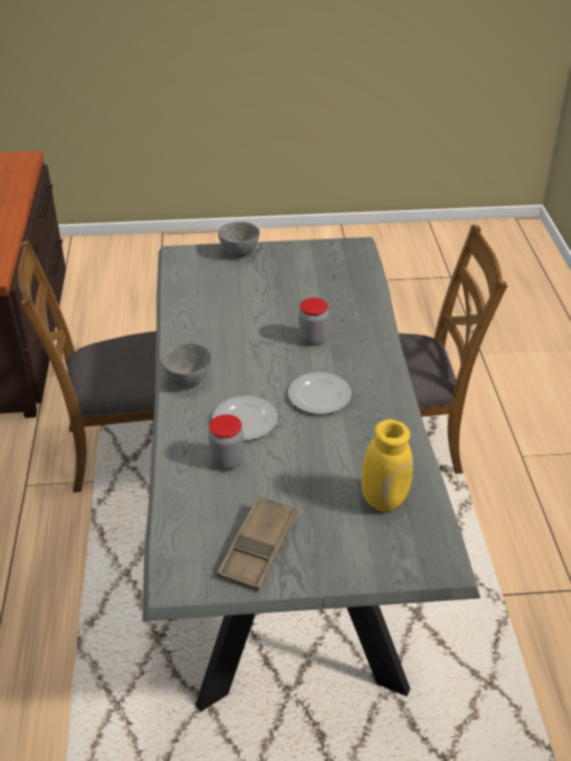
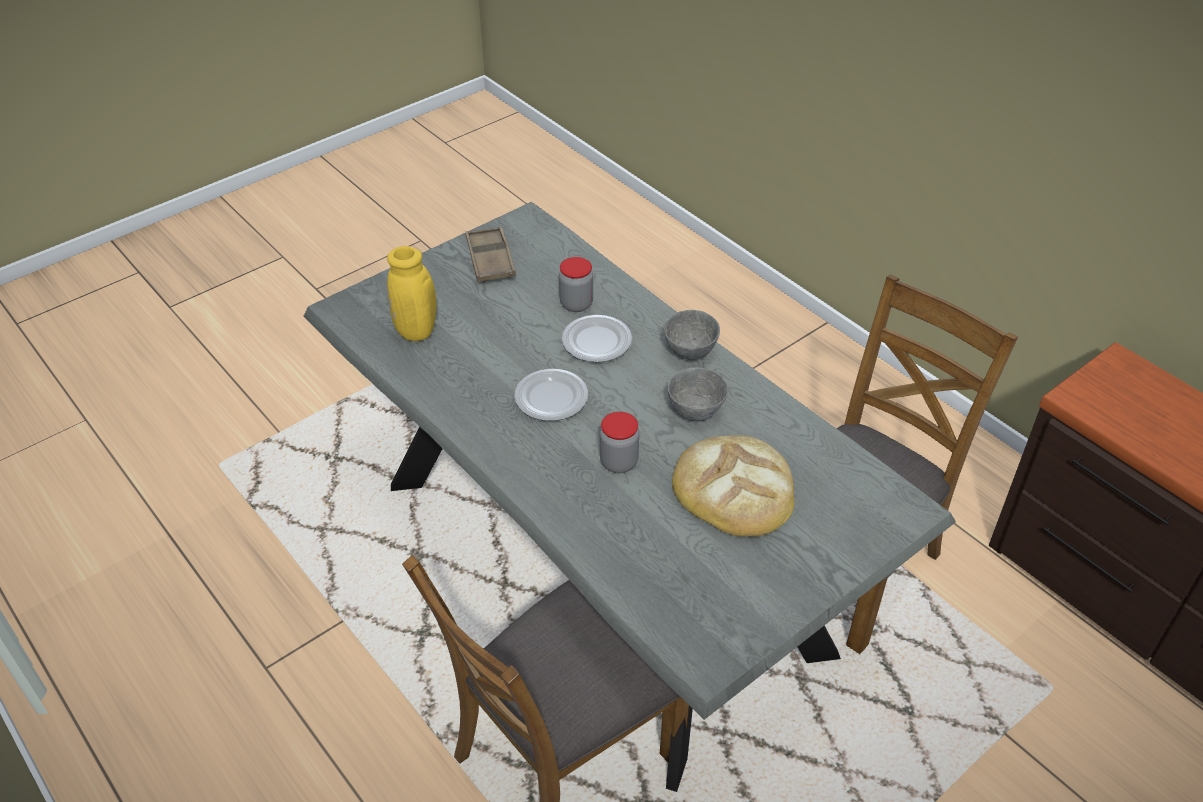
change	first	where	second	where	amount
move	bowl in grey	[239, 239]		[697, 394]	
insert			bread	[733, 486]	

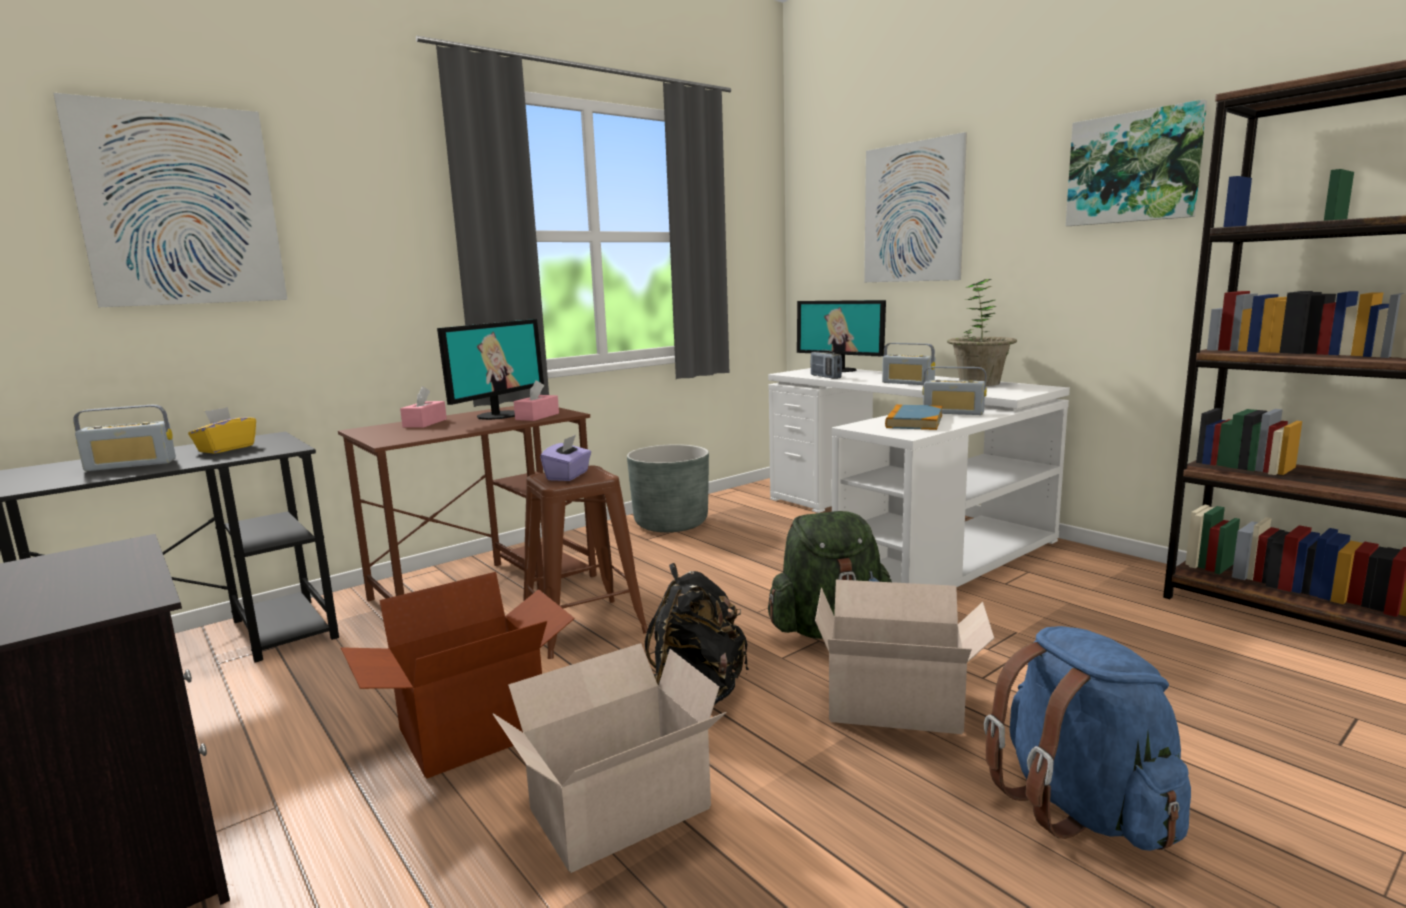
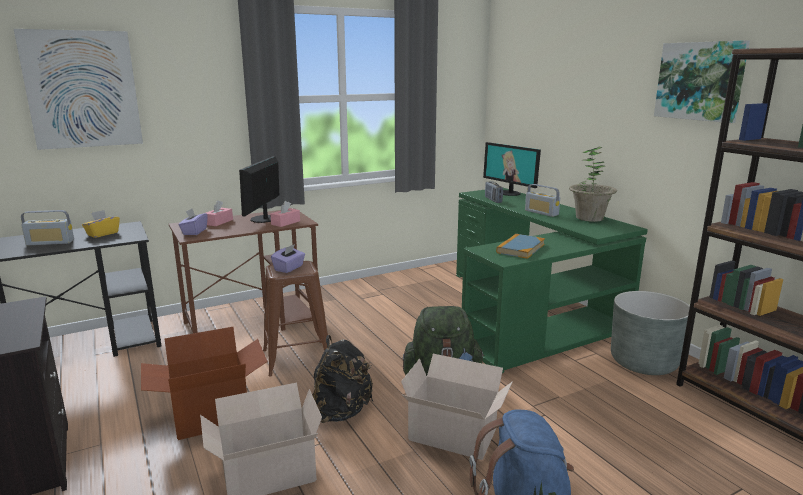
change	first	where	second	where	amount
delete	picture	[915, 207]			
rotate	monitor	[490, 369]		[259, 189]	150 degrees clockwise
delete	radio	[954, 390]			
recolor	desk in white	[919, 477]	desk in green	[552, 280]	
move	planter in grey	[668, 488]		[650, 333]	
insert			tissue box in purple	[193, 222]	

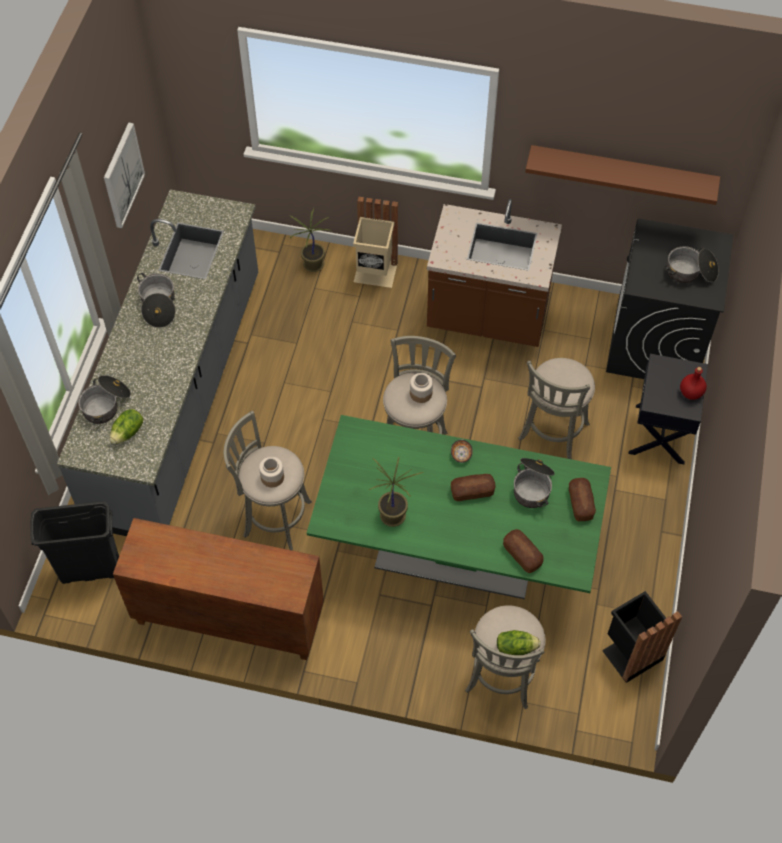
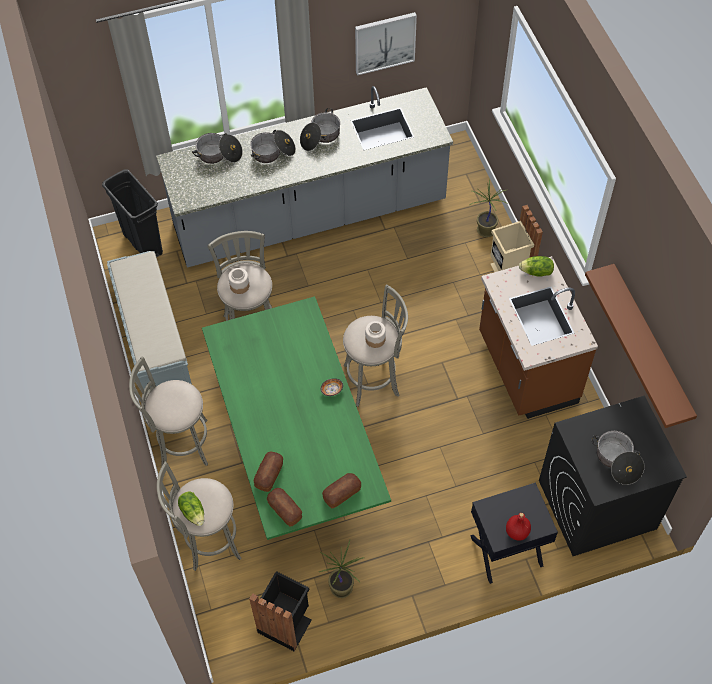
change	first	where	second	where	amount
move	stool in grey	[556, 408]		[168, 411]	
move	lettuce	[126, 426]		[536, 266]	
move	potted plant	[396, 492]		[341, 569]	
move	cooking pot	[534, 483]		[273, 146]	
move	bread	[473, 487]		[284, 507]	
replace	cabinet in brown	[218, 589]	bench in grey	[149, 320]	

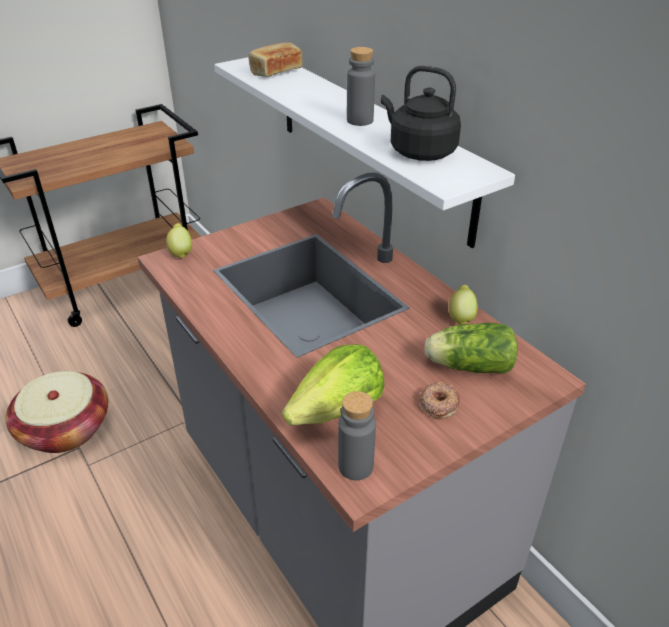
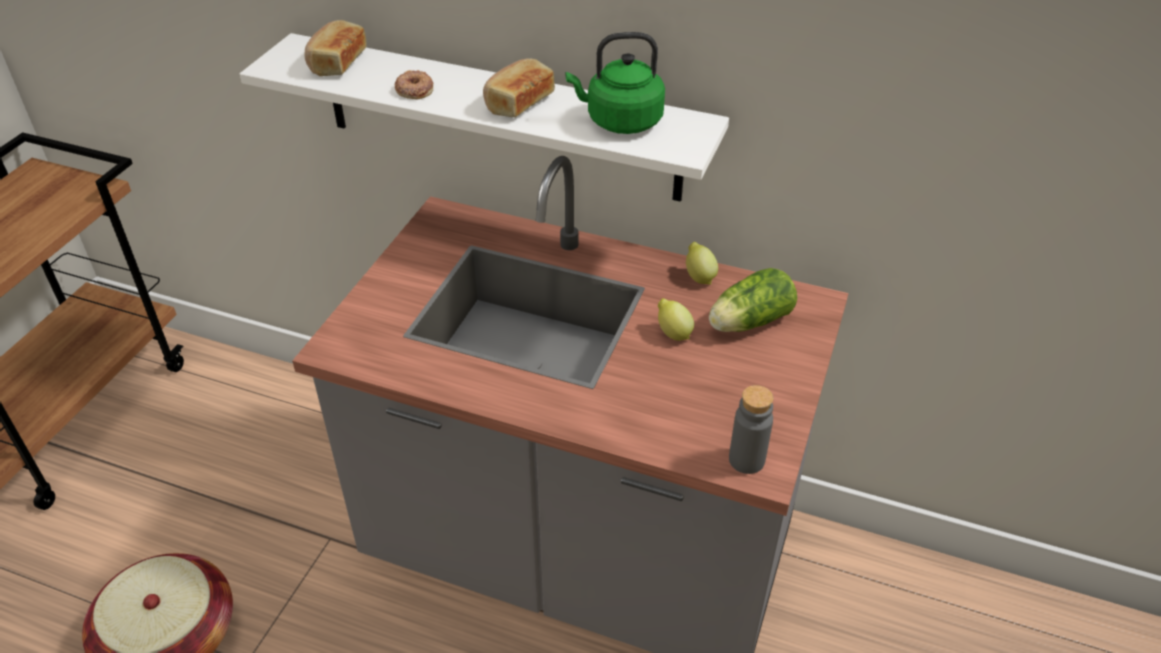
change	first	where	second	where	amount
replace	bottle in grey	[361, 86]	bread	[519, 88]	
recolor	kettle in black	[421, 113]	kettle in green	[615, 83]	
move	lemon	[179, 240]		[676, 319]	
delete	lettuce	[333, 384]			
move	donut	[440, 400]		[414, 84]	

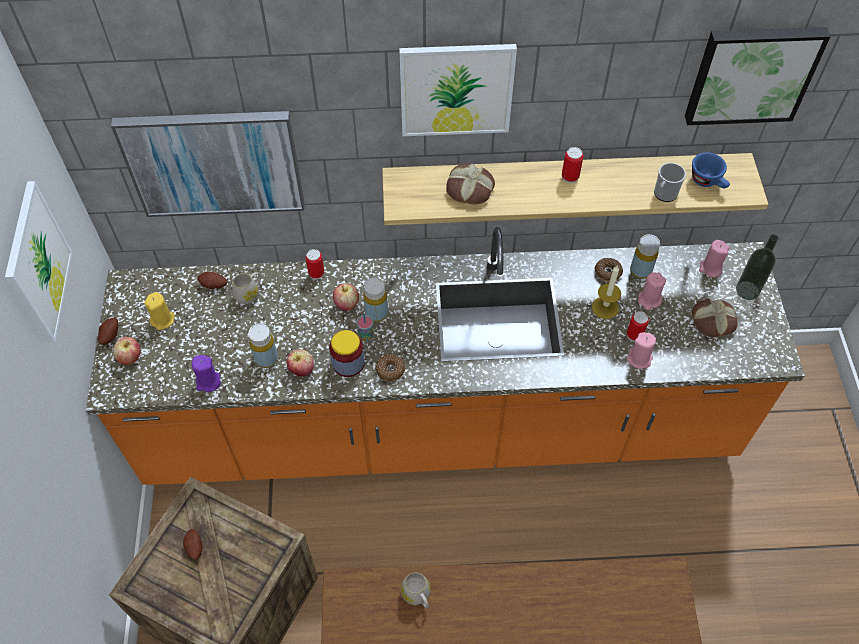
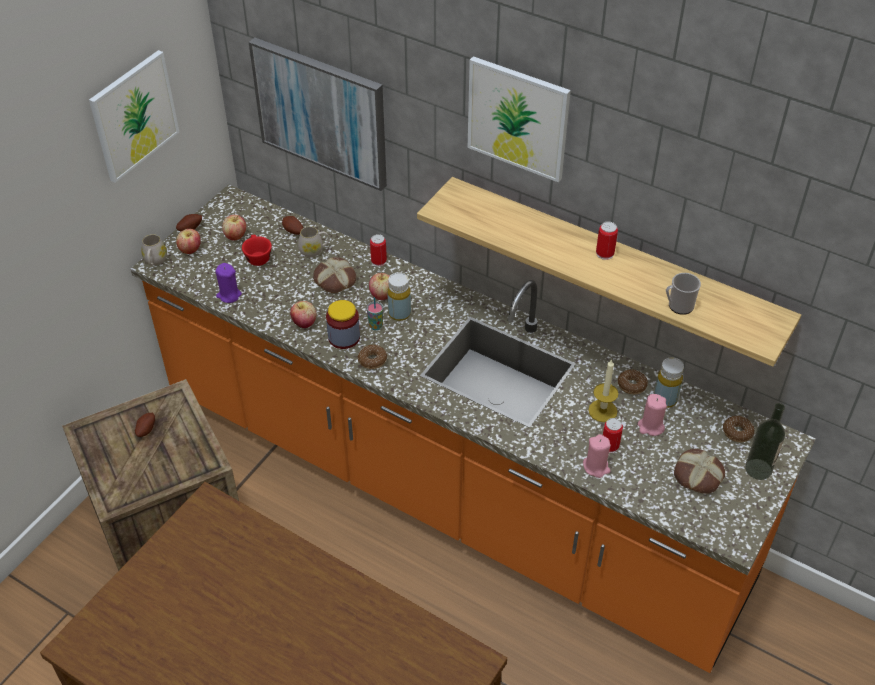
change	first	where	second	where	amount
delete	picture	[757, 76]			
delete	cup in blue	[711, 170]			
move	bread	[470, 183]		[334, 275]	
replace	candle in pink	[714, 258]	donut	[739, 429]	
replace	candle in yellow	[159, 311]	apple	[234, 228]	
delete	bottle in yellow	[263, 346]			
move	mug in white	[416, 590]		[154, 250]	
insert			cup in red	[257, 250]	

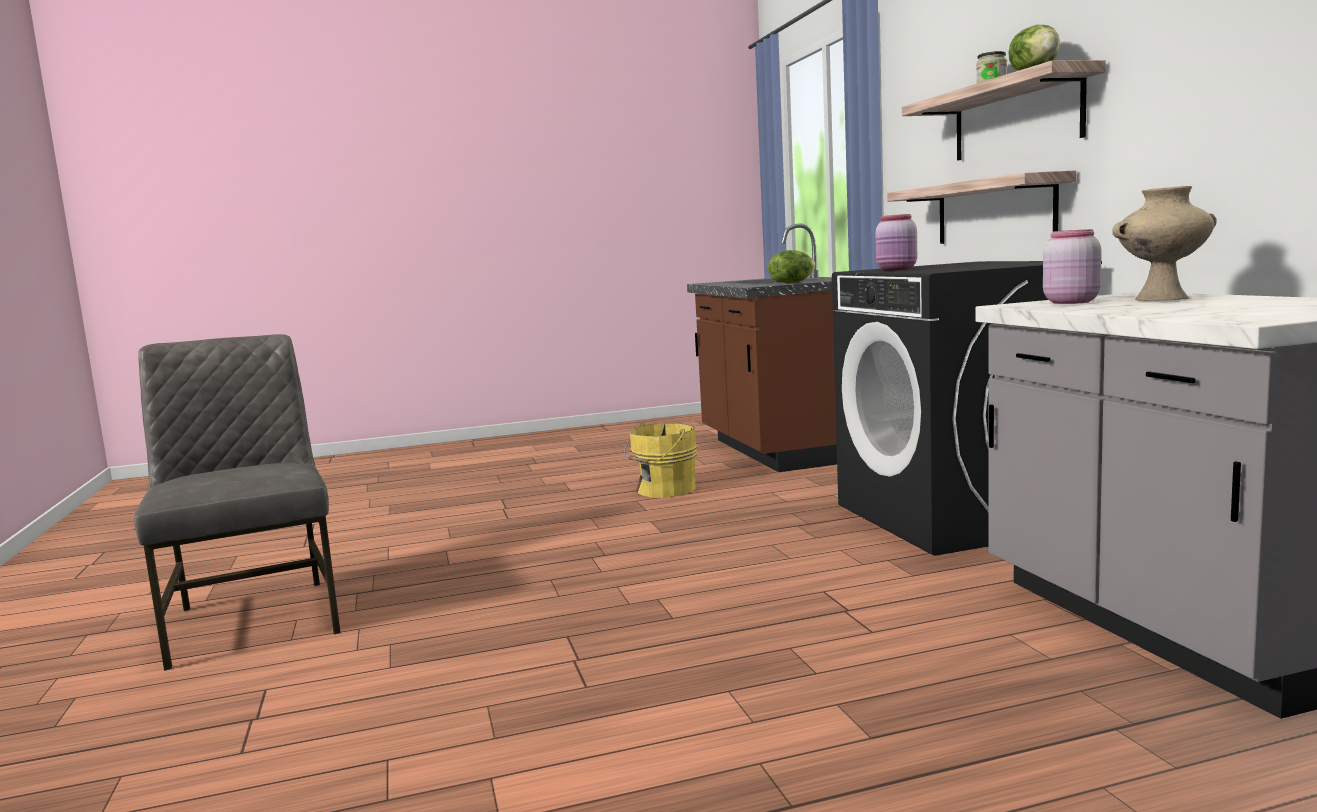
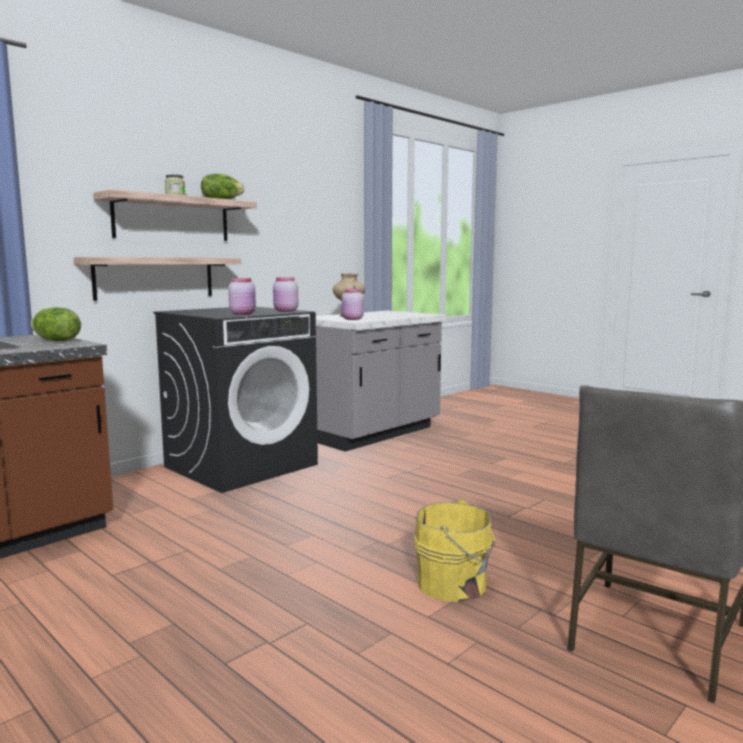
change	first	where	second	where	amount
move	bucket in yellow	[660, 460]		[454, 550]	
insert			jar in pink	[285, 294]	

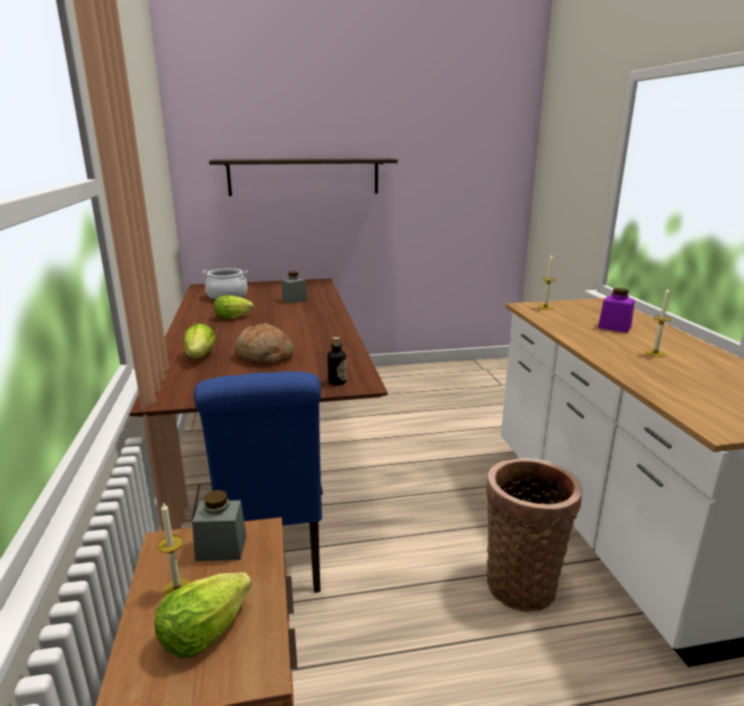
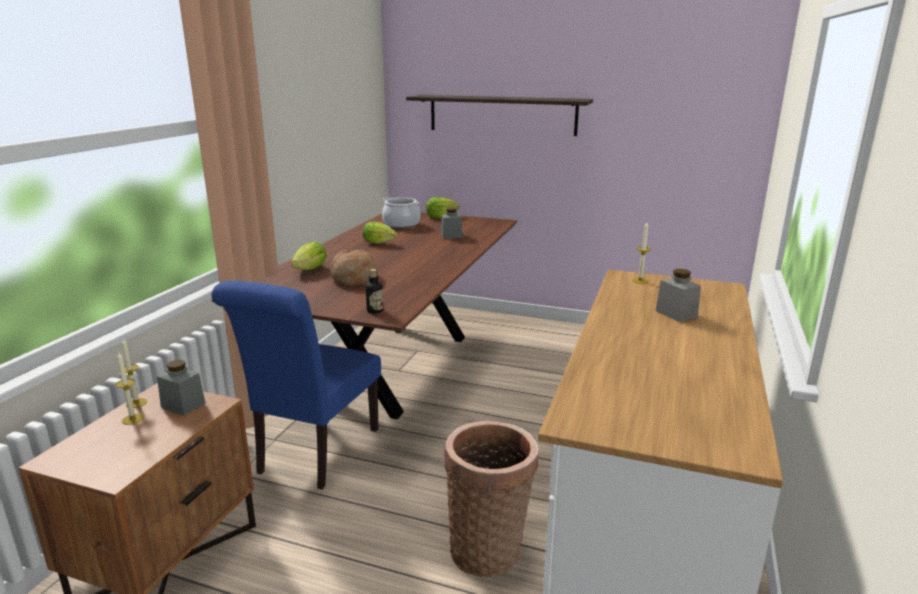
change	first	where	second	where	amount
recolor	jar in purple	[616, 310]	jar in grey	[678, 295]	
move	candle	[658, 322]		[134, 373]	
move	lettuce	[203, 615]		[442, 207]	

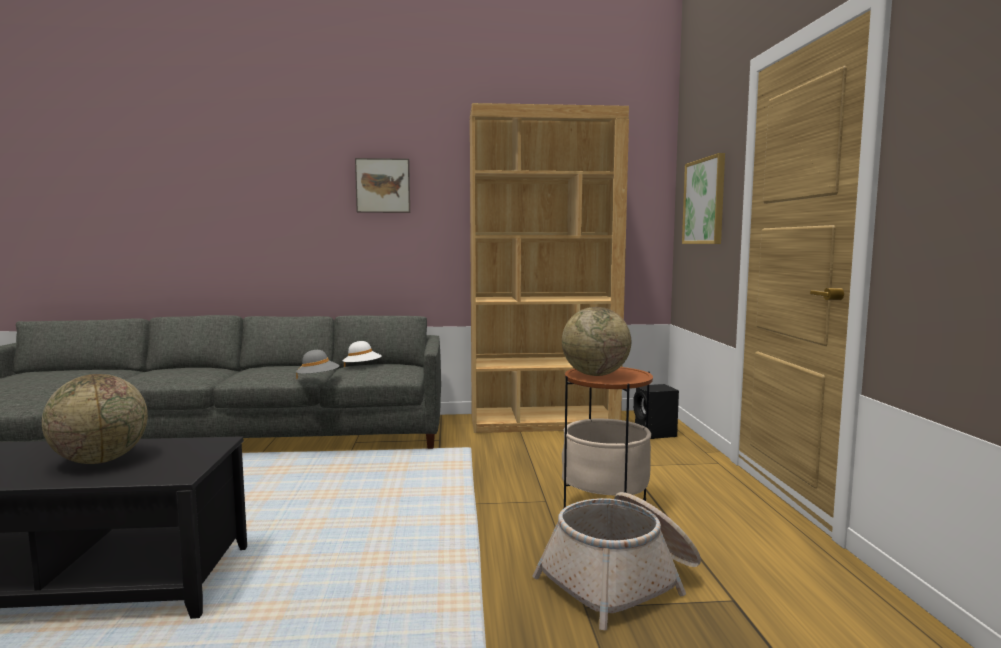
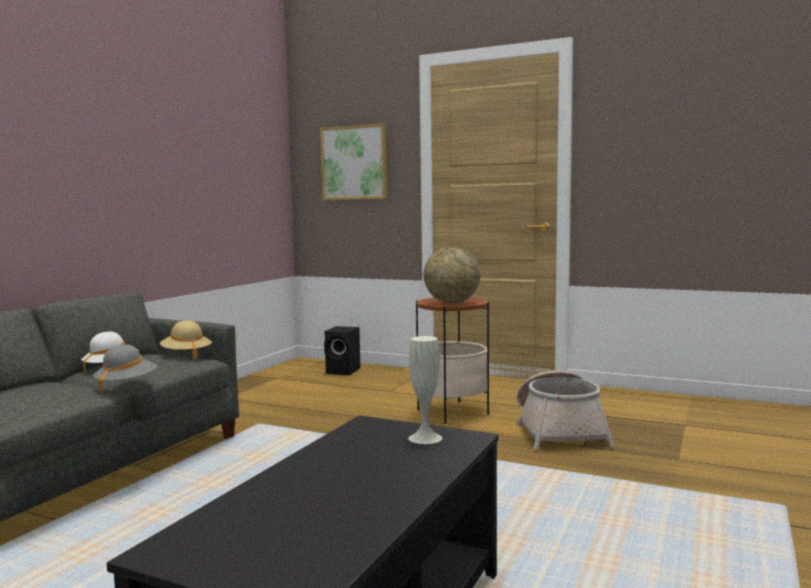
change	first	where	second	where	amount
delete	bookcase in brown	[549, 268]			
delete	picture	[382, 185]			
delete	globe	[95, 419]			
insert			hat in beige	[186, 340]	
insert			vase in white	[425, 390]	

